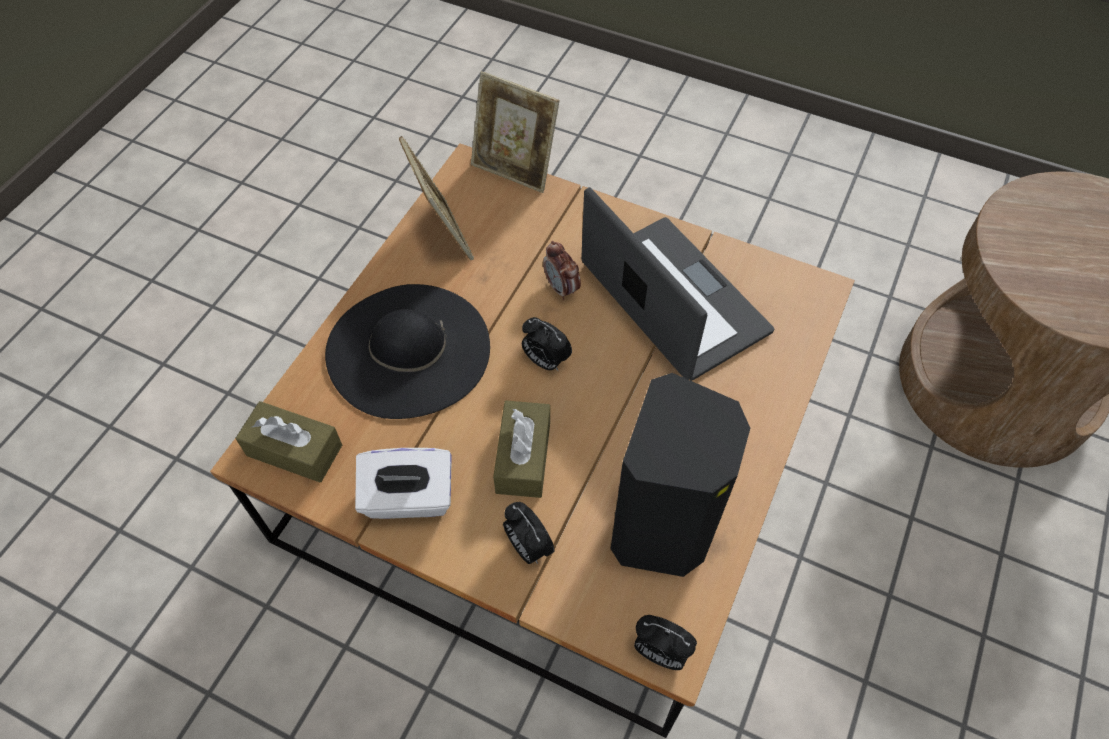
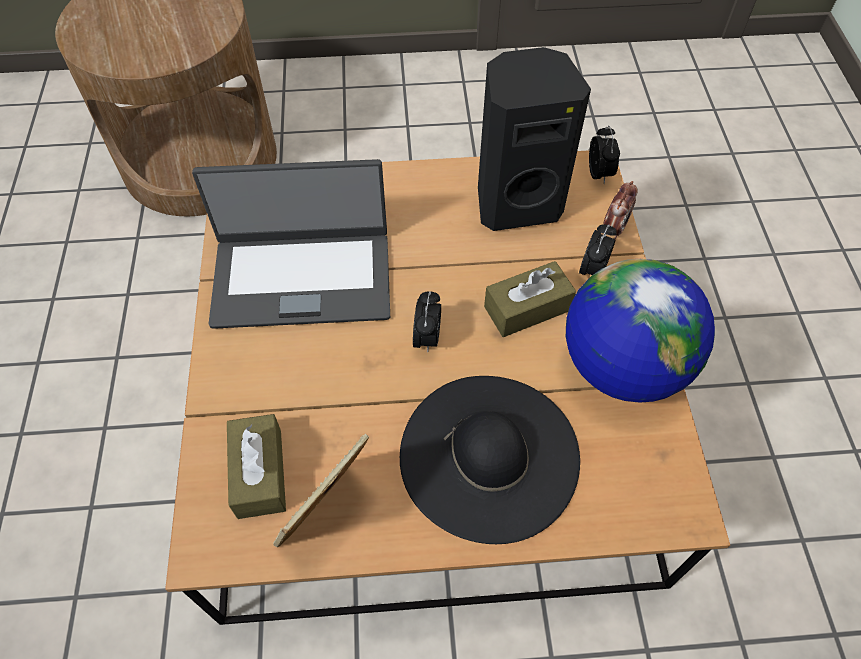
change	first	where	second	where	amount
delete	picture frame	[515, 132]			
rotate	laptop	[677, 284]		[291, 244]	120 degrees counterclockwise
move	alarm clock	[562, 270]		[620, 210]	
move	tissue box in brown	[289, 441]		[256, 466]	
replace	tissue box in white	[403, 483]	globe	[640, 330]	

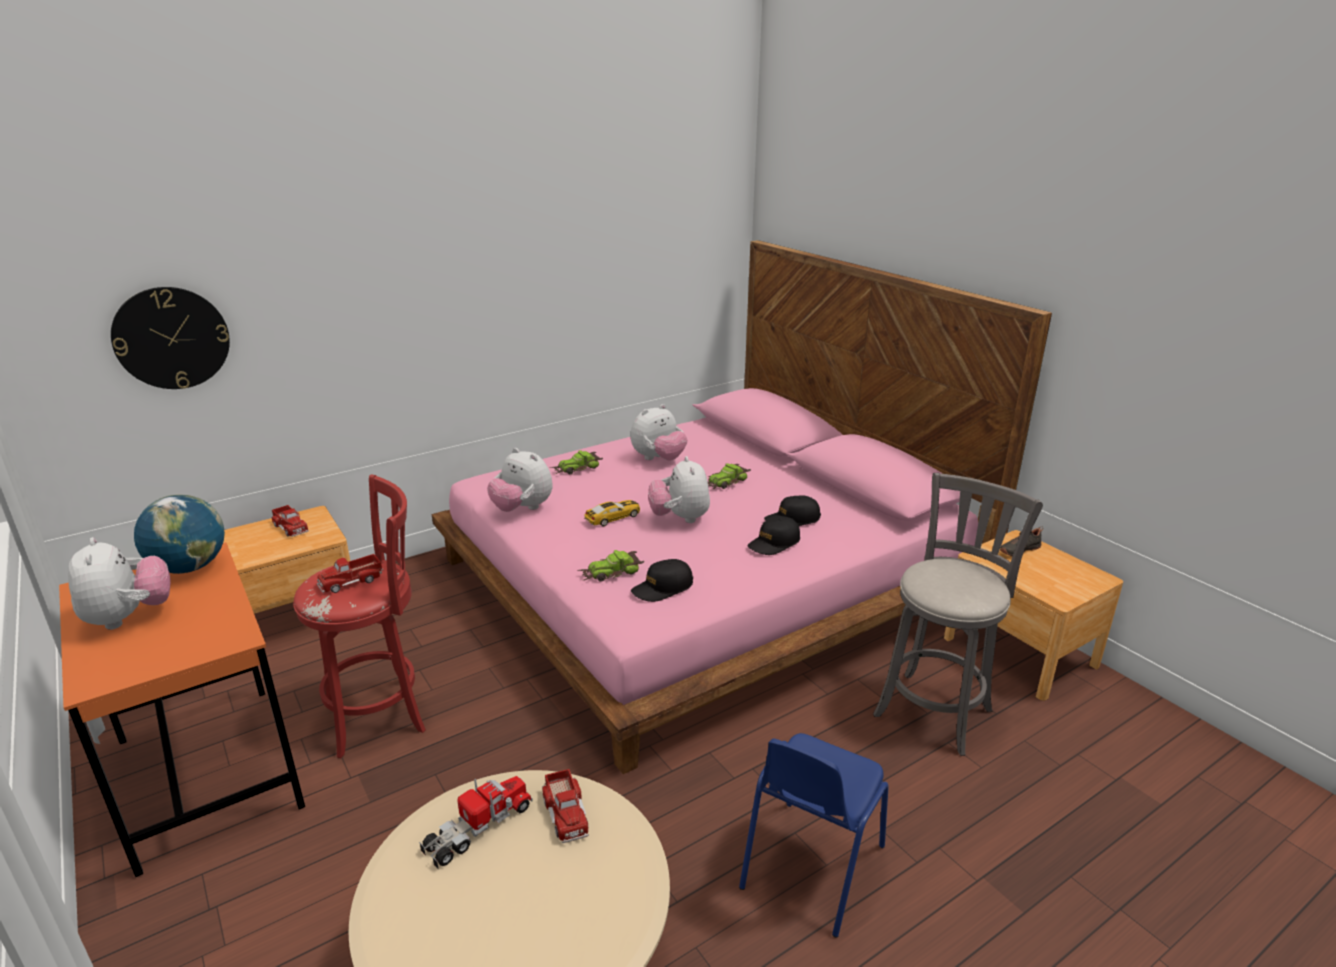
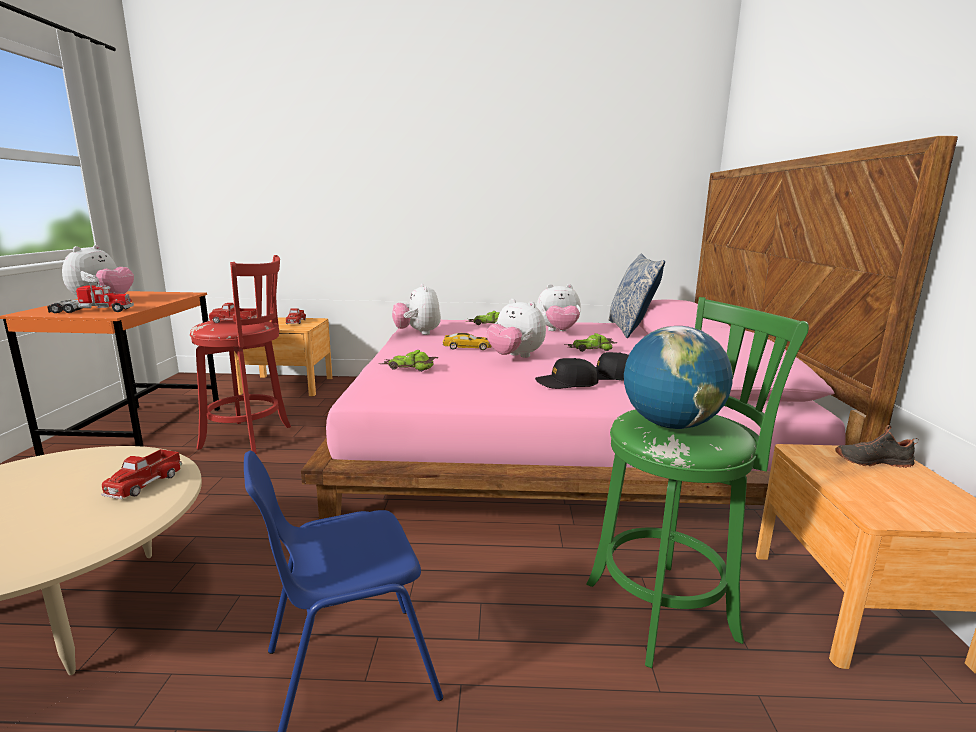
change	first	where	second	where	amount
delete	wall clock	[170, 338]			
rotate	plush toy	[679, 489]		[516, 328]	75 degrees counterclockwise
recolor	stool in grey	[958, 614]	stool in green	[697, 482]	
move	globe	[179, 534]		[678, 377]	
delete	cap in black	[662, 580]			
move	toy truck	[475, 823]		[90, 296]	
insert			pillow	[637, 296]	

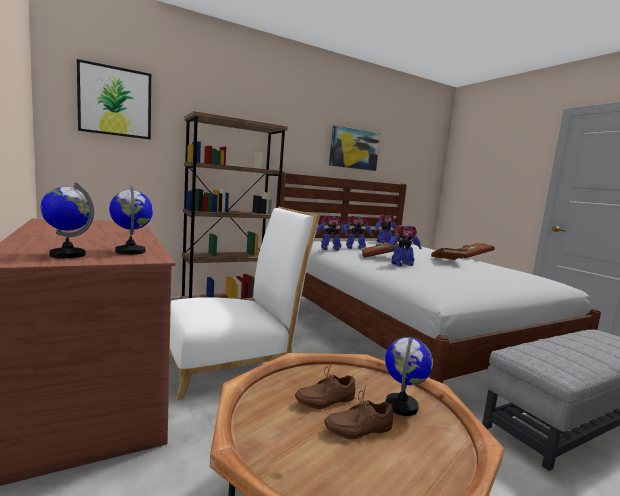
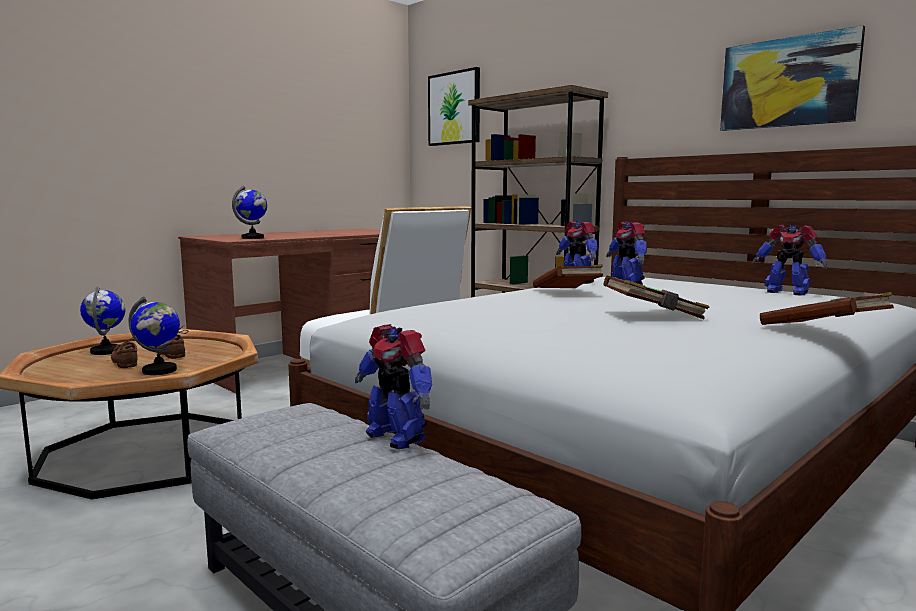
change	first	where	second	where	amount
move	globe	[67, 220]		[102, 320]	
move	toy robot	[405, 245]		[393, 386]	

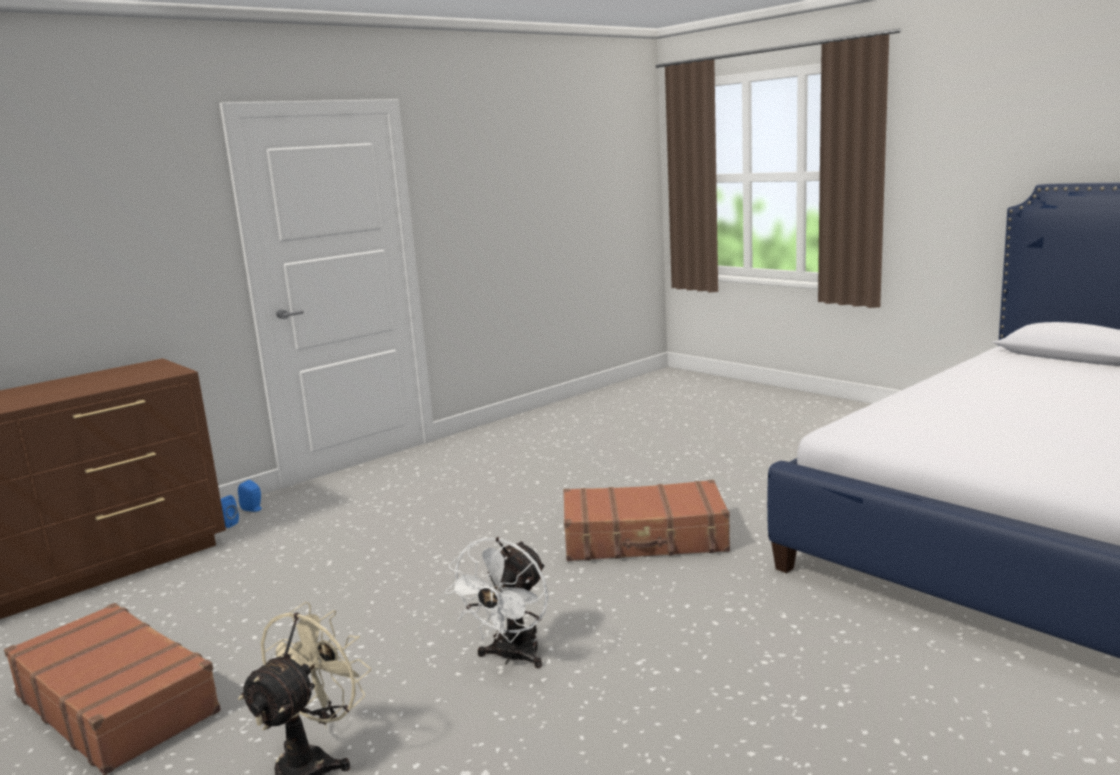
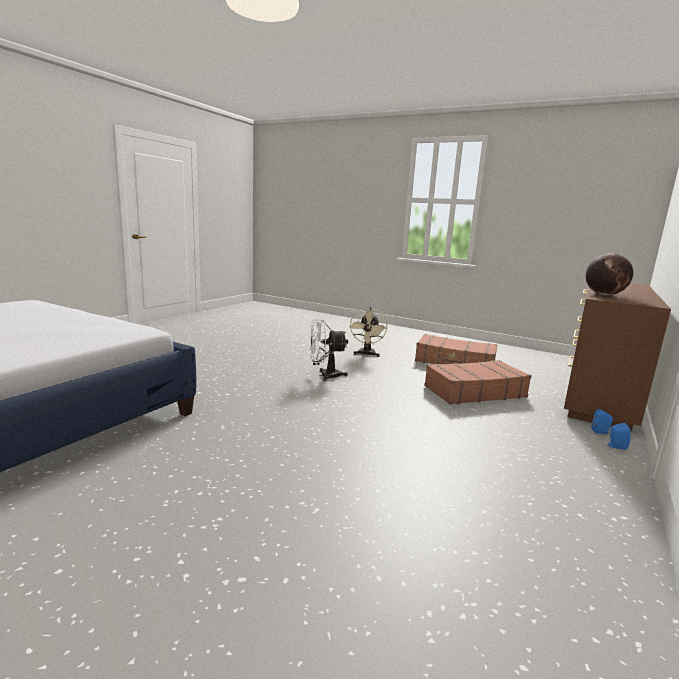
change	first	where	second	where	amount
move	suitcase in brown	[646, 520]		[478, 382]	
rotate	fan in white	[496, 602]		[329, 350]	105 degrees counterclockwise
insert			globe	[610, 274]	

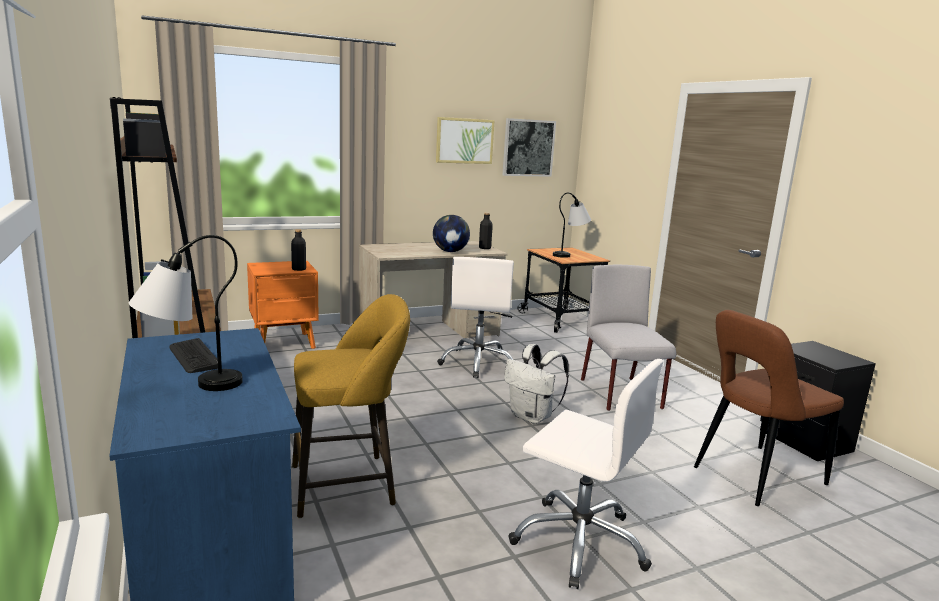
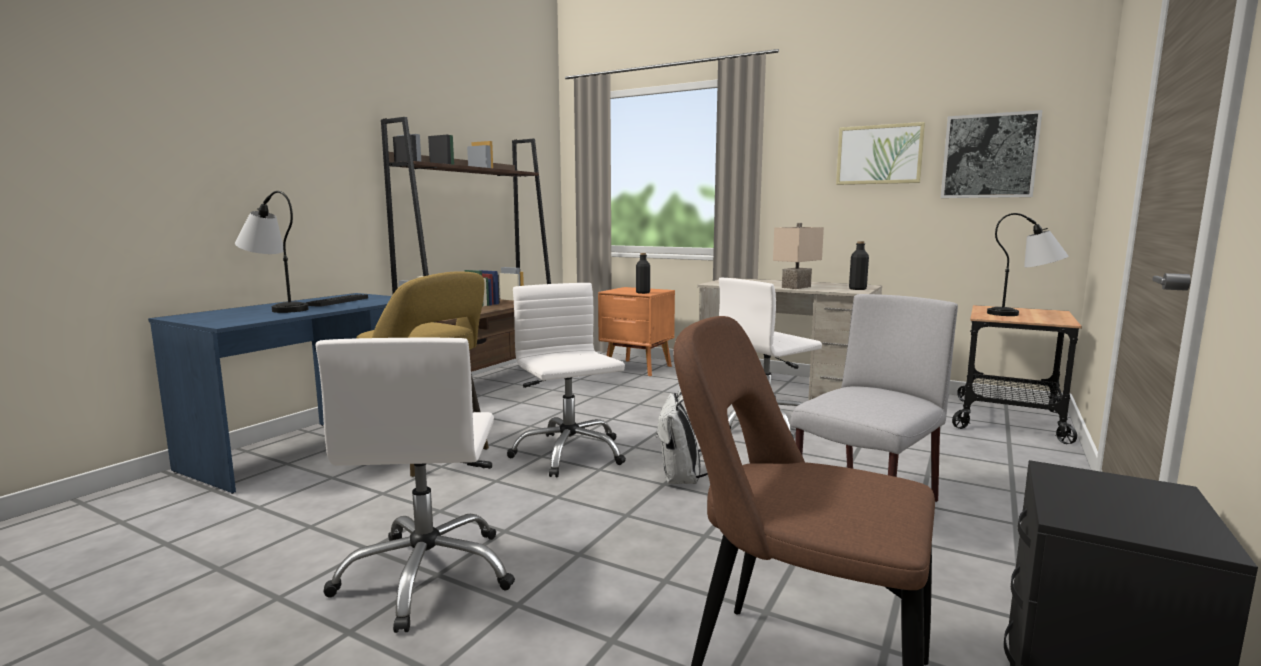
change	first	where	second	where	amount
replace	globe	[451, 233]	table lamp in beige	[798, 256]	
insert			office chair in white	[566, 380]	

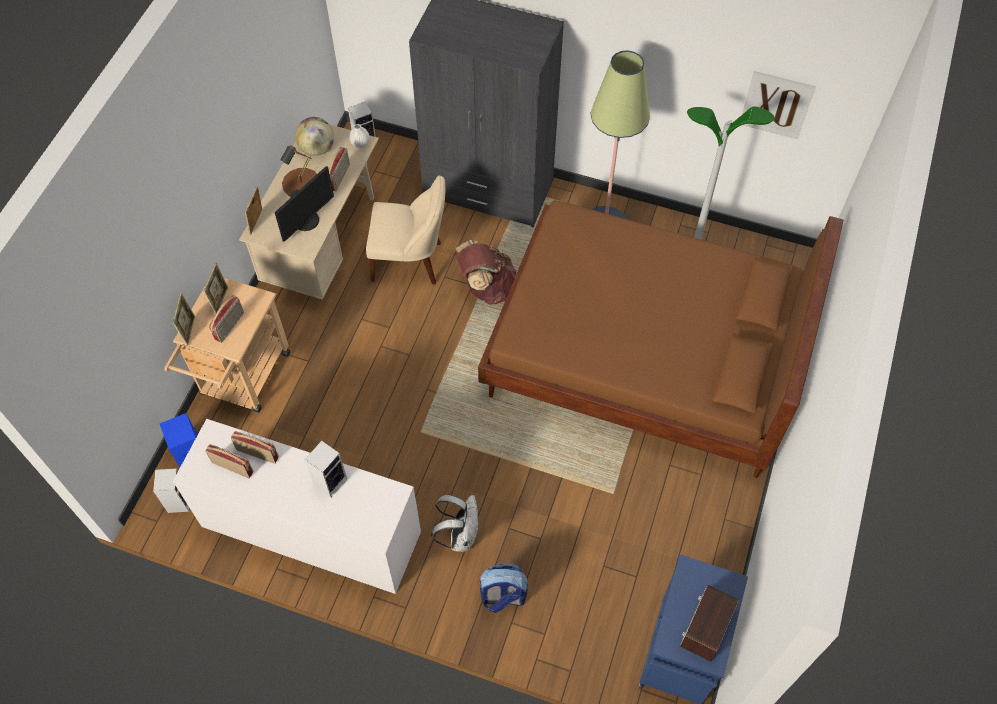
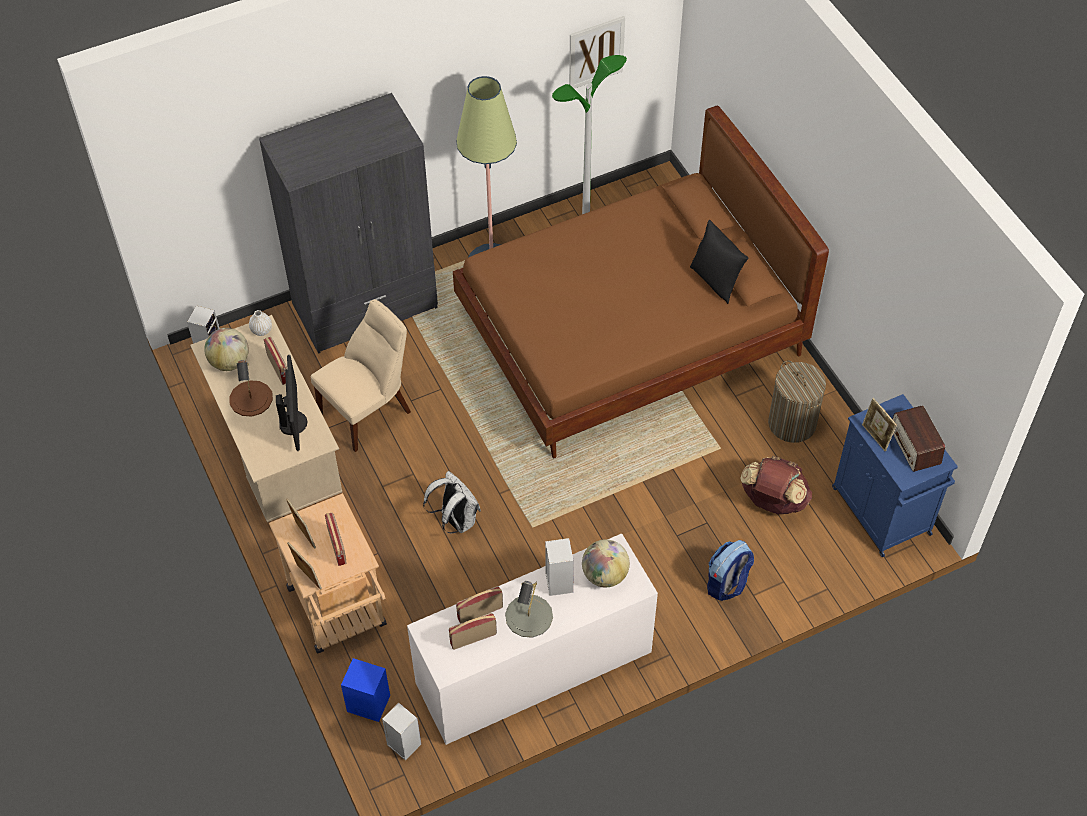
change	first	where	second	where	amount
move	picture frame	[253, 210]		[879, 424]	
move	backpack in brown	[486, 272]		[776, 485]	
move	backpack in white	[455, 523]		[452, 502]	
insert			pillow in black	[719, 262]	
insert			laundry basket	[797, 402]	
insert			globe	[606, 563]	
insert			table lamp in grey	[529, 609]	

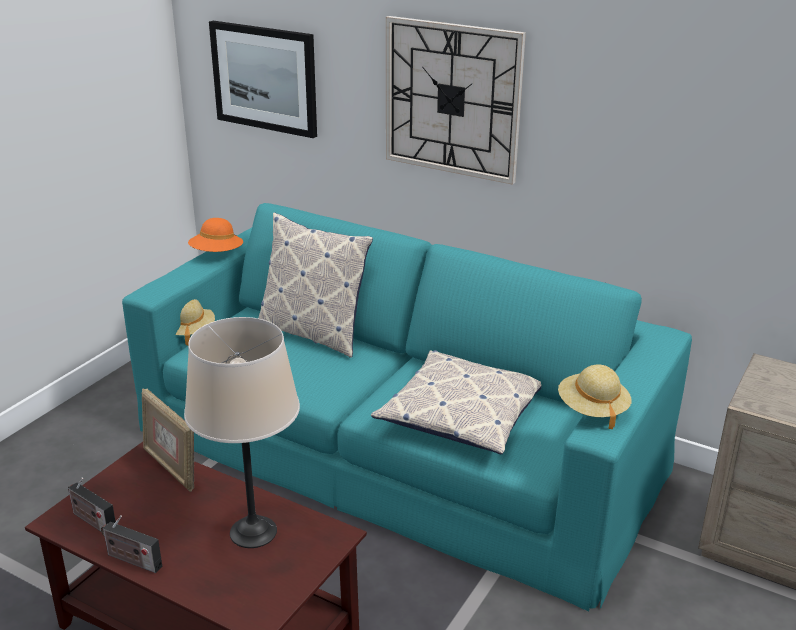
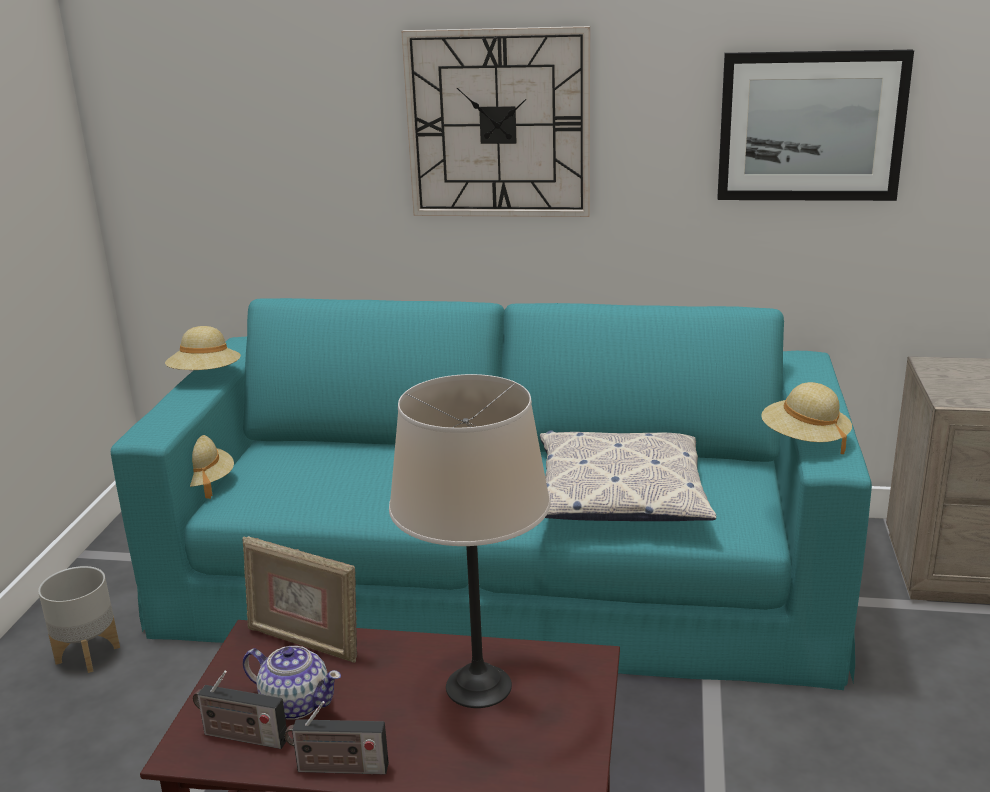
change	first	where	second	where	amount
move	picture	[263, 79]		[815, 125]	
delete	pillow	[315, 285]			
recolor	hat in orange	[215, 235]	hat in beige	[203, 348]	
insert			planter in grey	[79, 619]	
insert			teapot	[292, 683]	

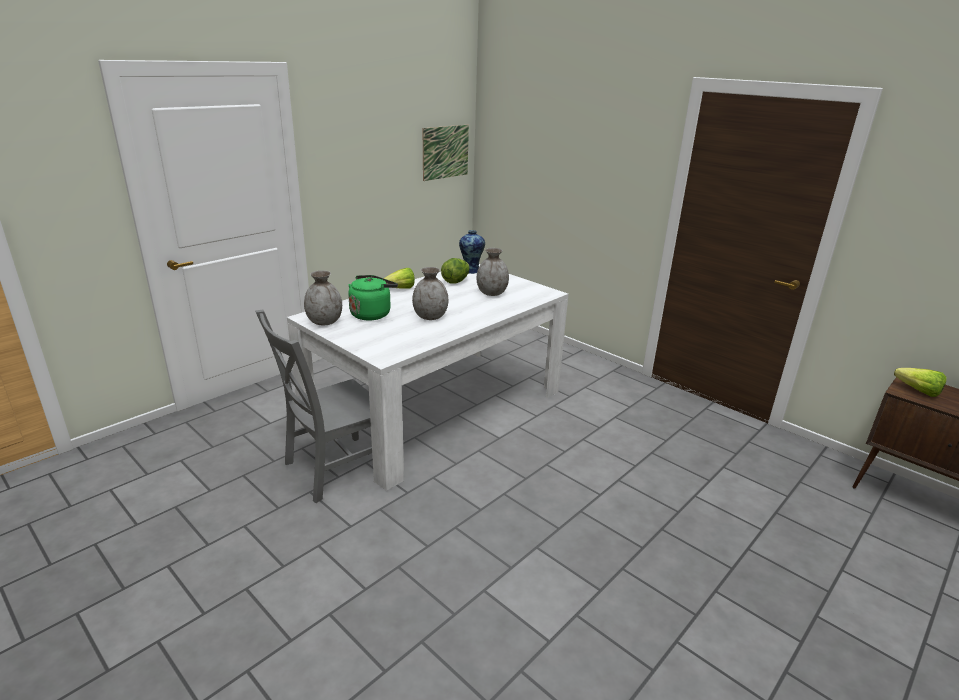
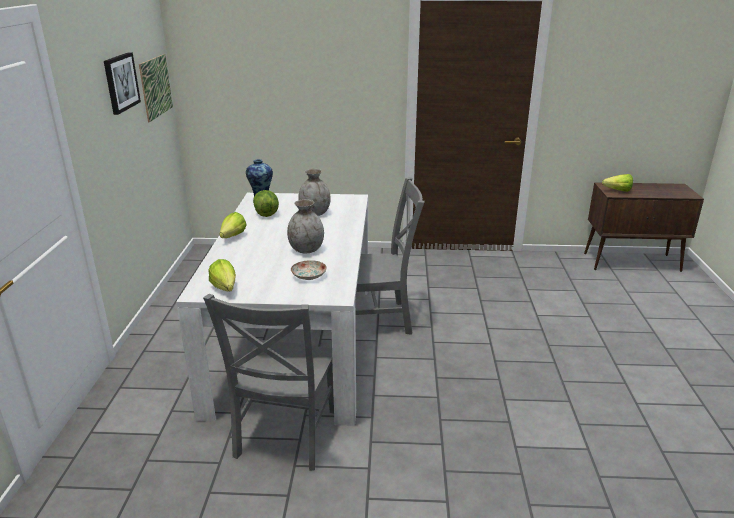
change	first	where	second	where	amount
replace	vase in grey	[323, 297]	lettuce	[222, 275]	
delete	kettle in green	[373, 297]			
insert			picture	[122, 83]	
insert			chair in grey	[390, 256]	
insert			plate	[309, 270]	

